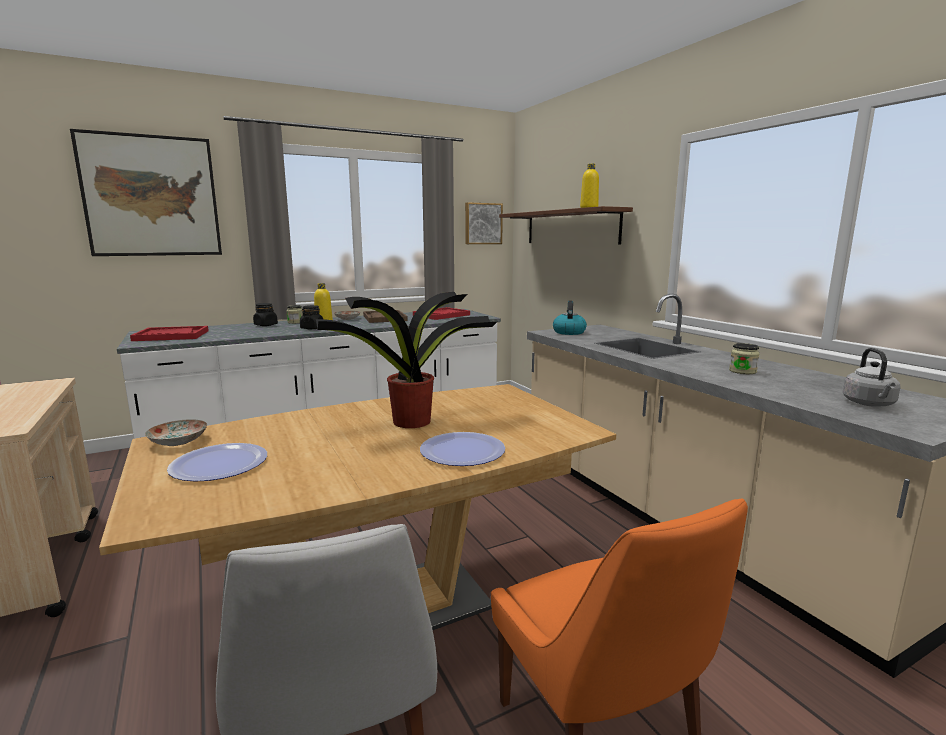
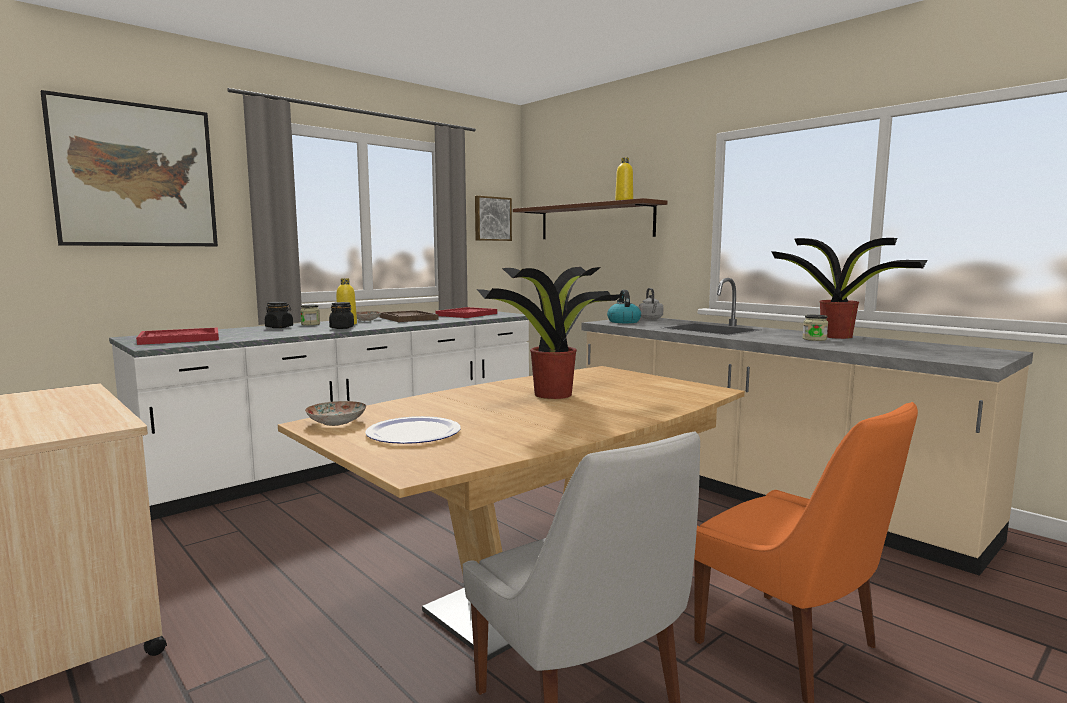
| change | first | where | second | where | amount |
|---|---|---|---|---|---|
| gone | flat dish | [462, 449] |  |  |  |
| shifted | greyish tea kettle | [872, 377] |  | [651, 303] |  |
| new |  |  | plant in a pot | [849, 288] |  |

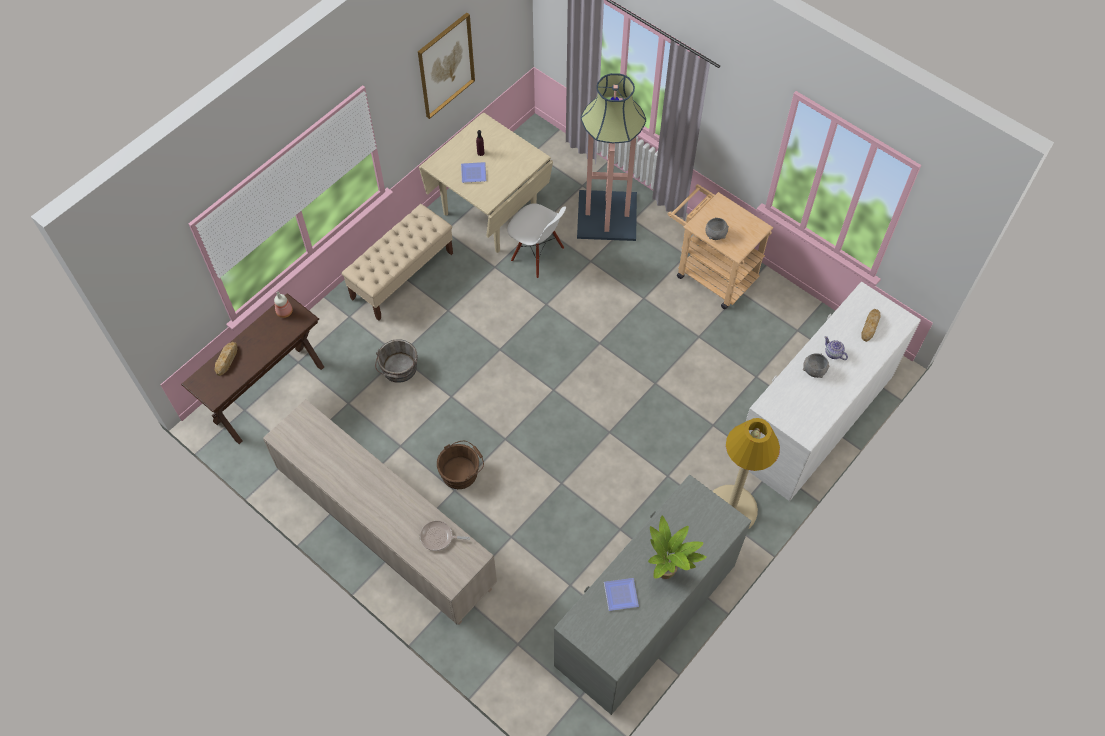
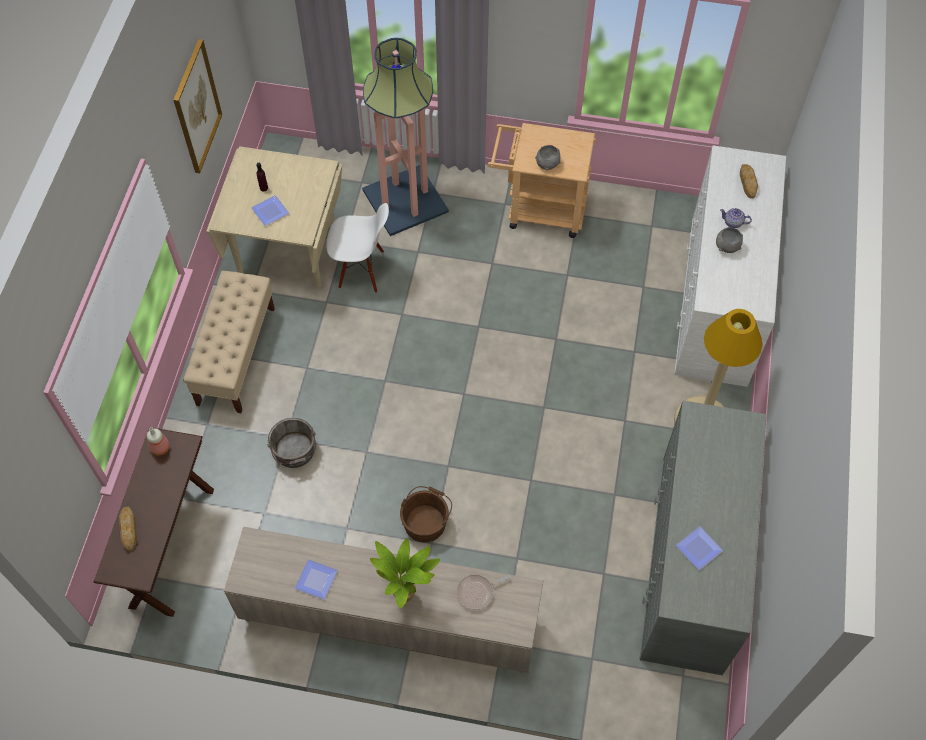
| change | first | where | second | where | amount |
|---|---|---|---|---|---|
| shifted | plant in a pot | [677, 547] |  | [405, 573] |  |
| new |  |  | flat dish | [316, 579] |  |

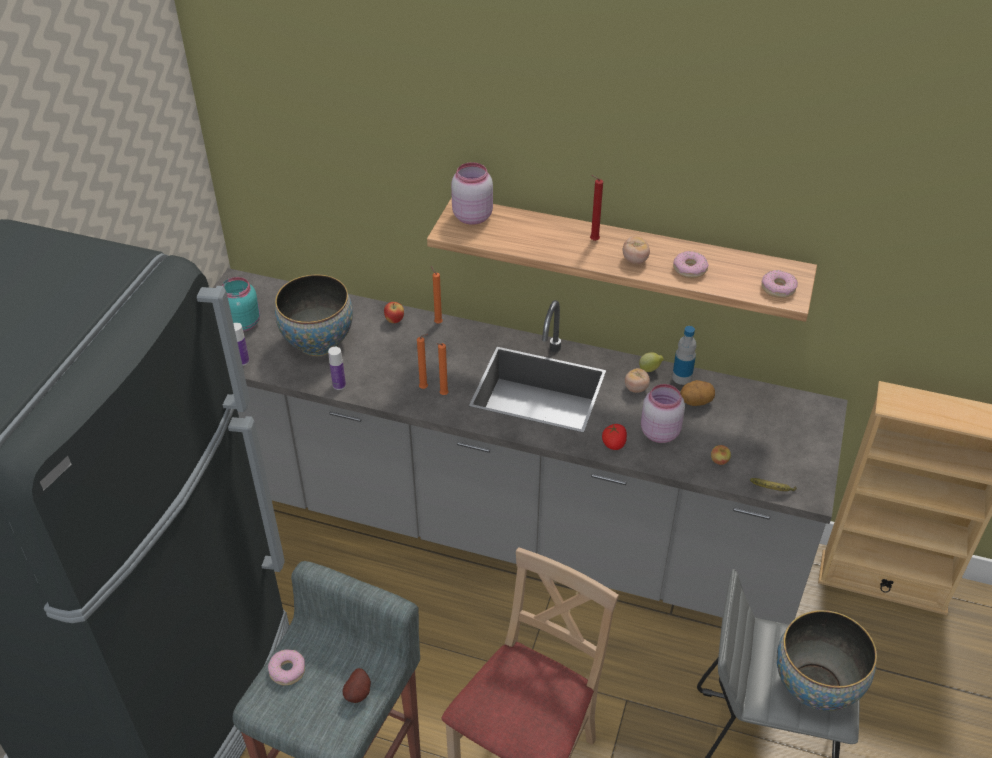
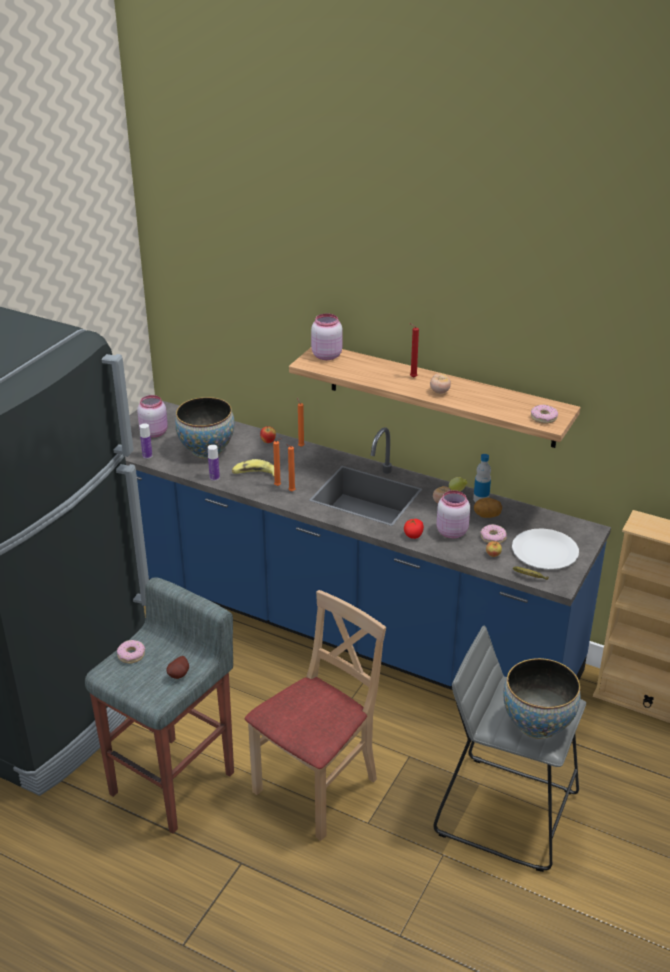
| change | first | where | second | where | amount |
|---|---|---|---|---|---|
| repainted | greyish counter | [530, 446] | blue-coloured counter | [368, 545] |  |
| repainted | blue-green jar | [241, 304] | pink jar | [152, 416] |  |
| shifted | doughnut | [691, 264] |  | [493, 533] |  |
| new |  |  | banana fruit | [253, 468] |  |
| new |  |  | white flat dish | [545, 549] |  |

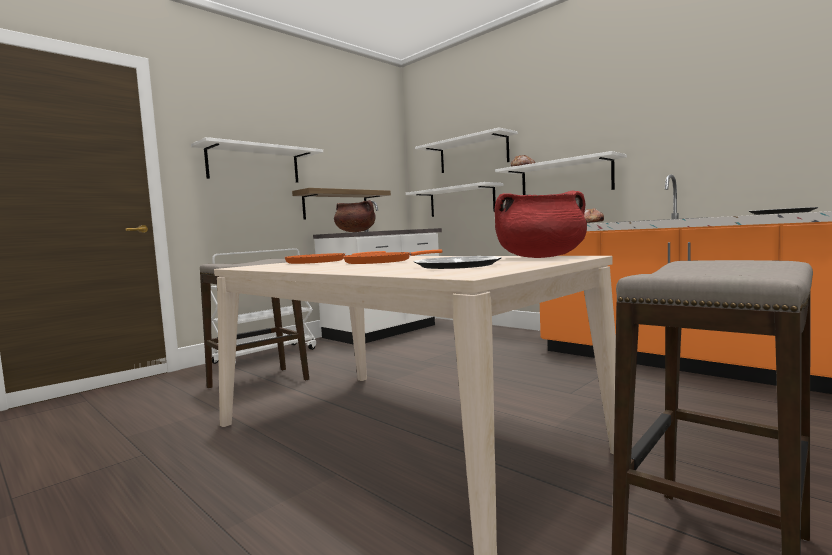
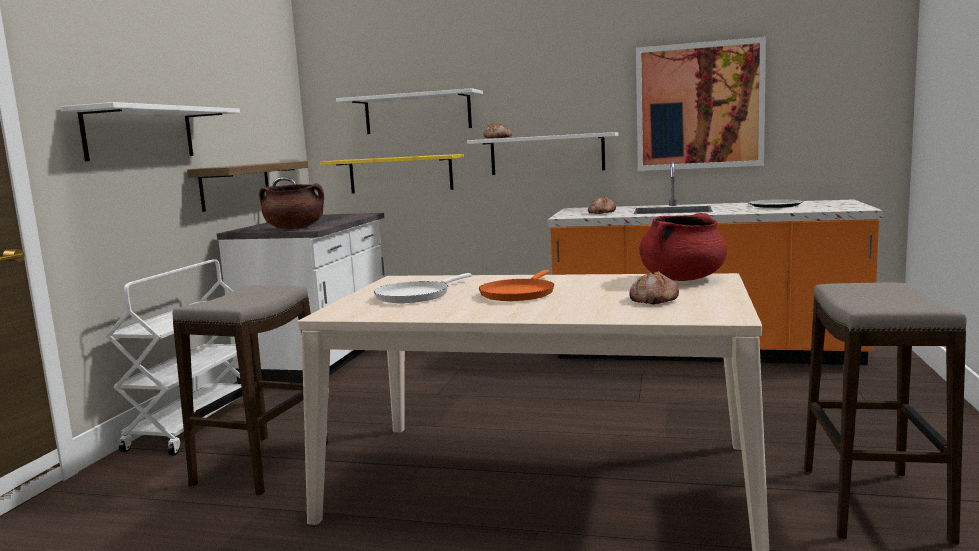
| change | first | where | second | where | amount |
|---|---|---|---|---|---|
| repainted | orange frying pan | [335, 257] | white frying pan | [423, 288] |  |
| repainted | white wall shelf | [454, 199] | yellowish wall shelf | [392, 173] |  |
| swapped | flat dish | [457, 262] | baked bread | [654, 287] |  |
| new |  |  | wall art | [701, 104] |  |

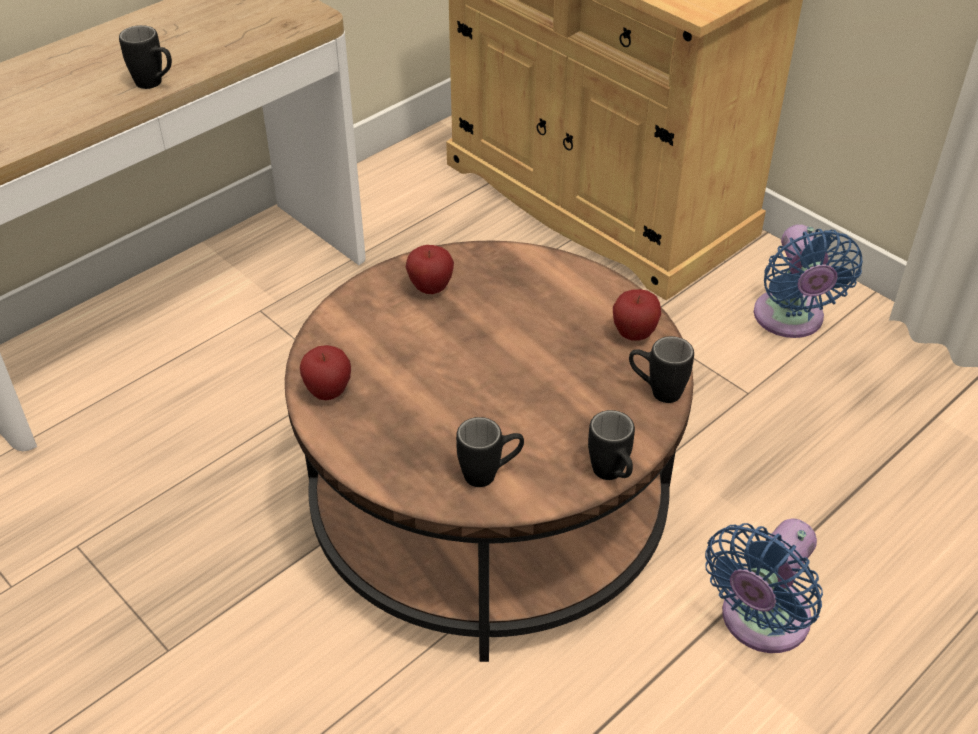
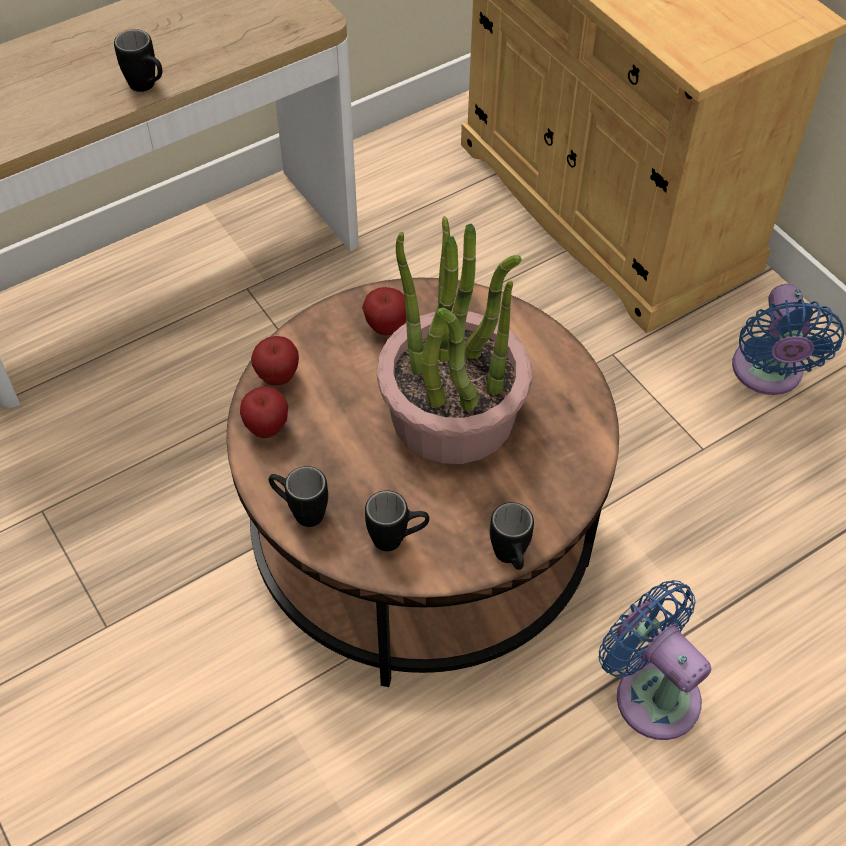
| change | first | where | second | where | amount |
|---|---|---|---|---|---|
| shifted | apple | [637, 315] |  | [275, 361] |  |
| shifted | blackish coffee mug | [661, 369] |  | [298, 496] |  |
| rotated | blue-coloured electric fan | [764, 586] |  | [655, 660] | 90 degrees clockwise |
| new |  |  | plant in a pot | [454, 340] |  |

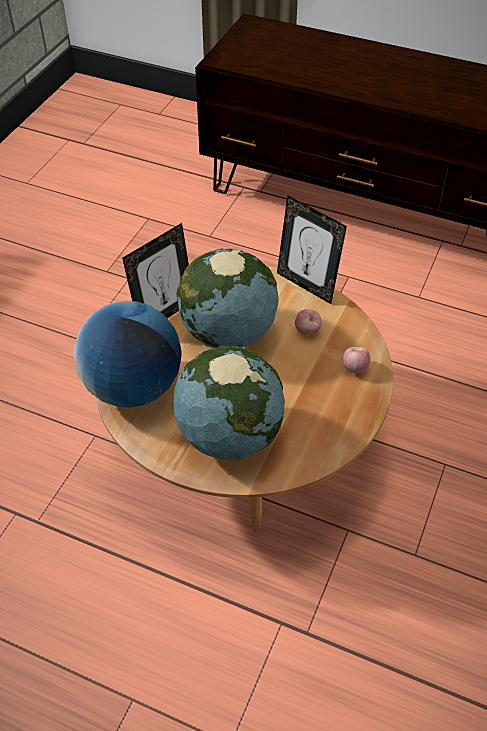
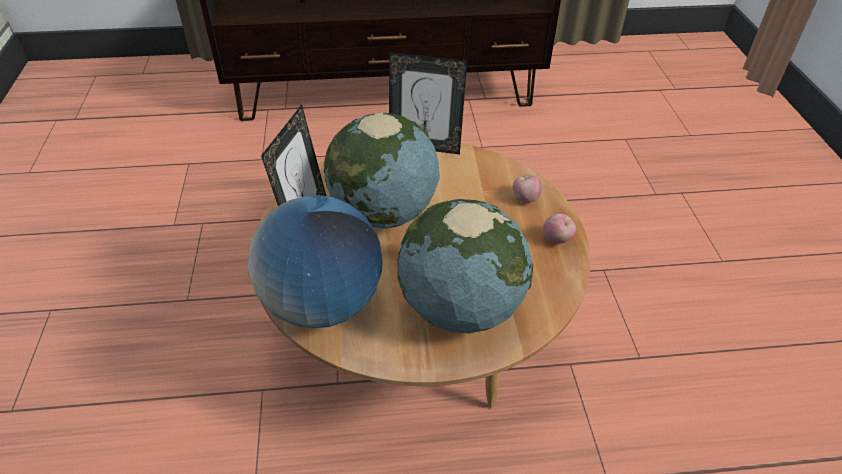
| change | first | where | second | where | amount |
|---|---|---|---|---|---|
| shifted | apple | [308, 322] |  | [559, 229] |  |

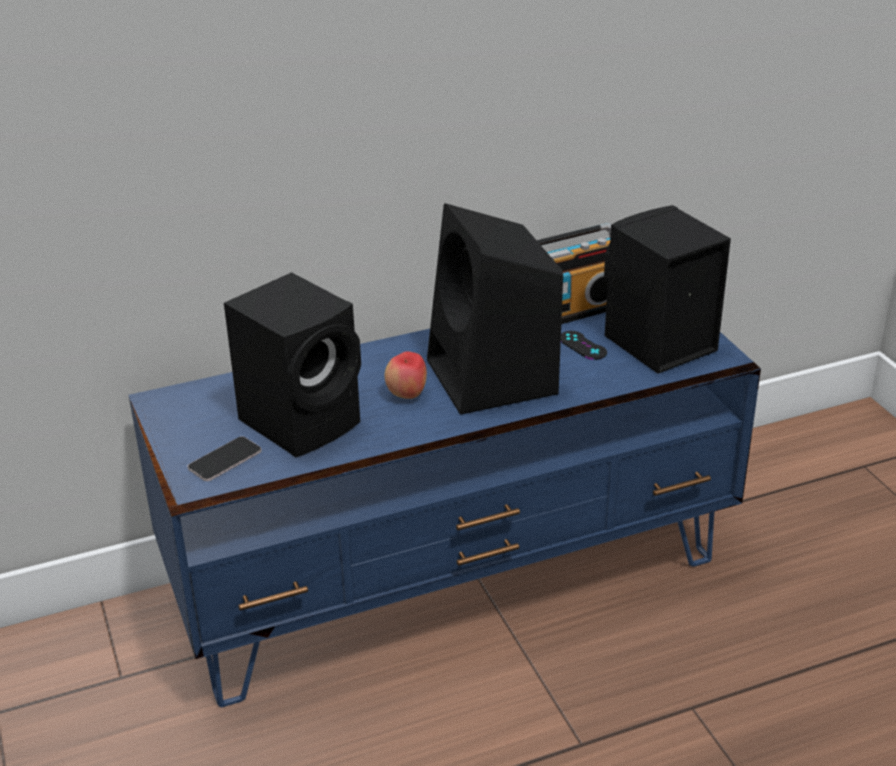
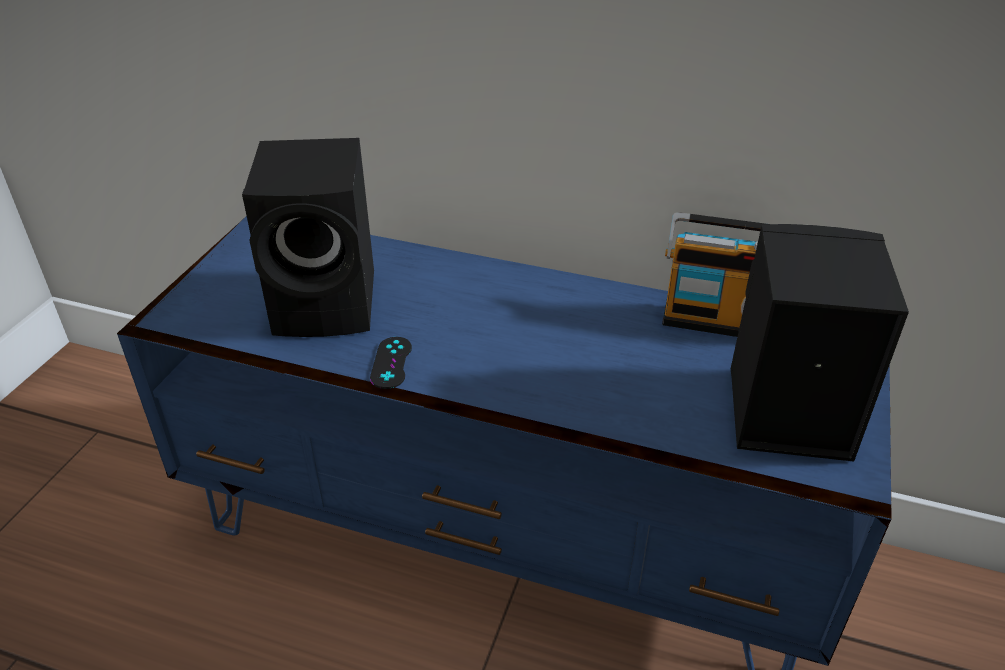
| change | first | where | second | where | amount |
|---|---|---|---|---|---|
| gone | telephone | [224, 458] |  |  |  |
| gone | apple | [405, 375] |  |  |  |
| gone | blackish speaker | [495, 309] |  |  |  |
| shifted | blackish gamepad | [584, 345] |  | [391, 363] |  |

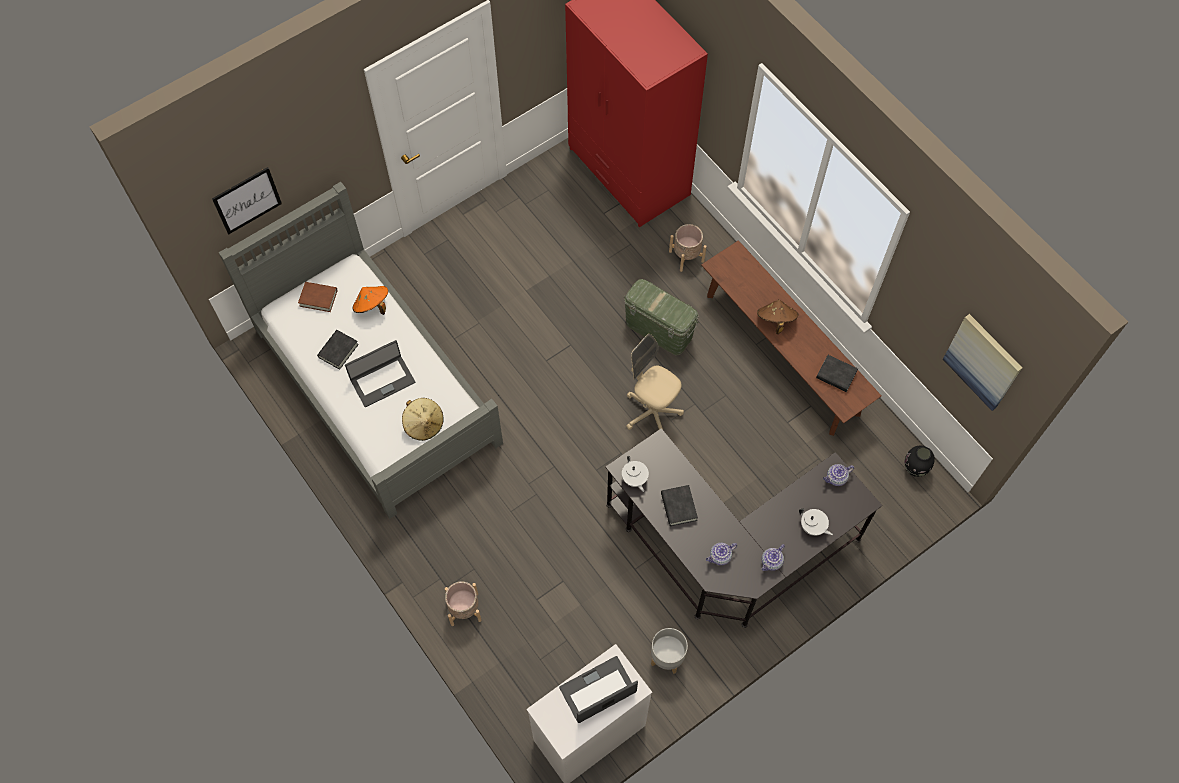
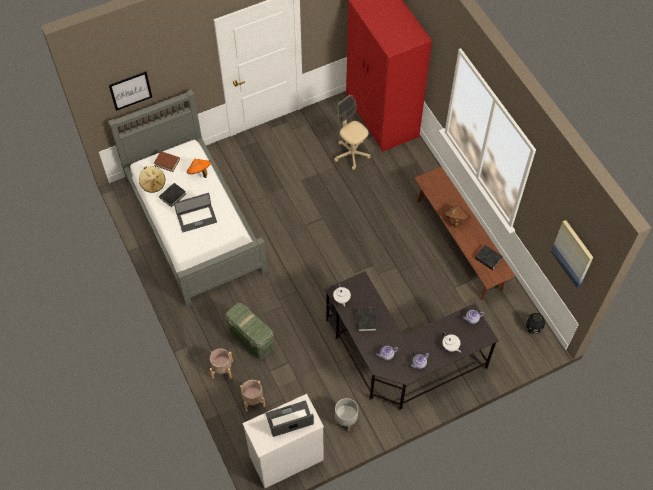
| change | first | where | second | where | amount |
|---|---|---|---|---|---|
| shifted | sand-coloured wearable hat | [422, 419] |  | [152, 179] |  |
| shifted | green-coloured storage bin | [661, 317] |  | [249, 331] |  |
| shifted | sand-coloured desk chair | [655, 382] |  | [352, 132] |  |
| shifted | sand-coloured plant pot | [688, 248] |  | [252, 396] |  |

